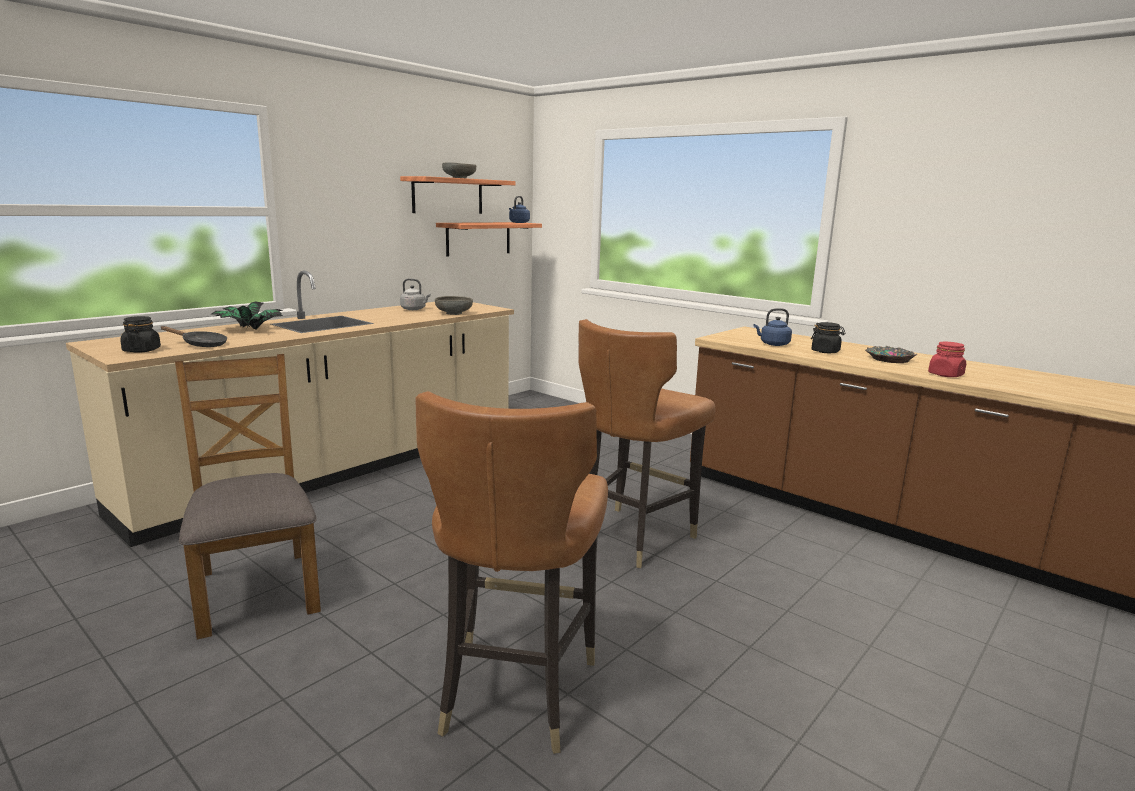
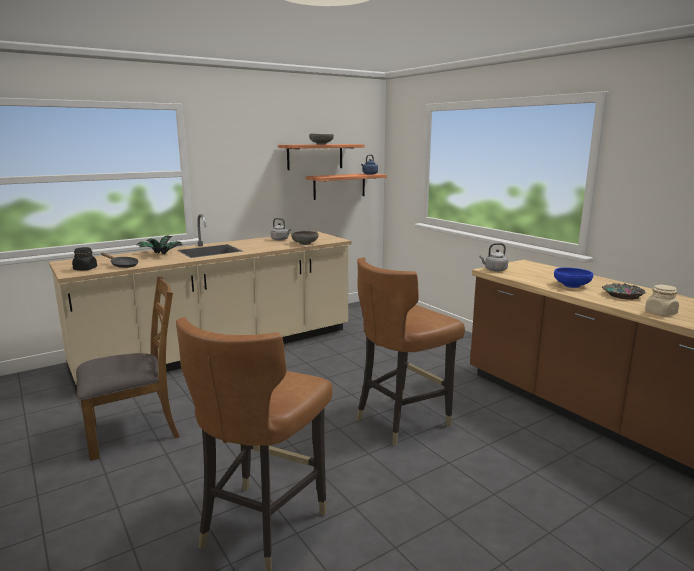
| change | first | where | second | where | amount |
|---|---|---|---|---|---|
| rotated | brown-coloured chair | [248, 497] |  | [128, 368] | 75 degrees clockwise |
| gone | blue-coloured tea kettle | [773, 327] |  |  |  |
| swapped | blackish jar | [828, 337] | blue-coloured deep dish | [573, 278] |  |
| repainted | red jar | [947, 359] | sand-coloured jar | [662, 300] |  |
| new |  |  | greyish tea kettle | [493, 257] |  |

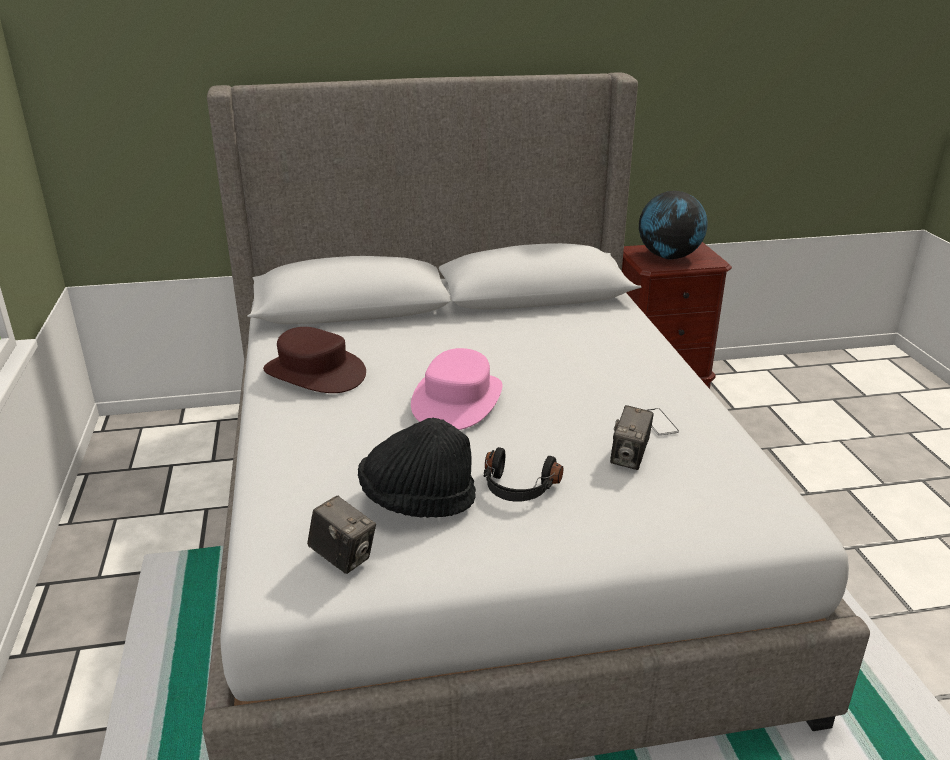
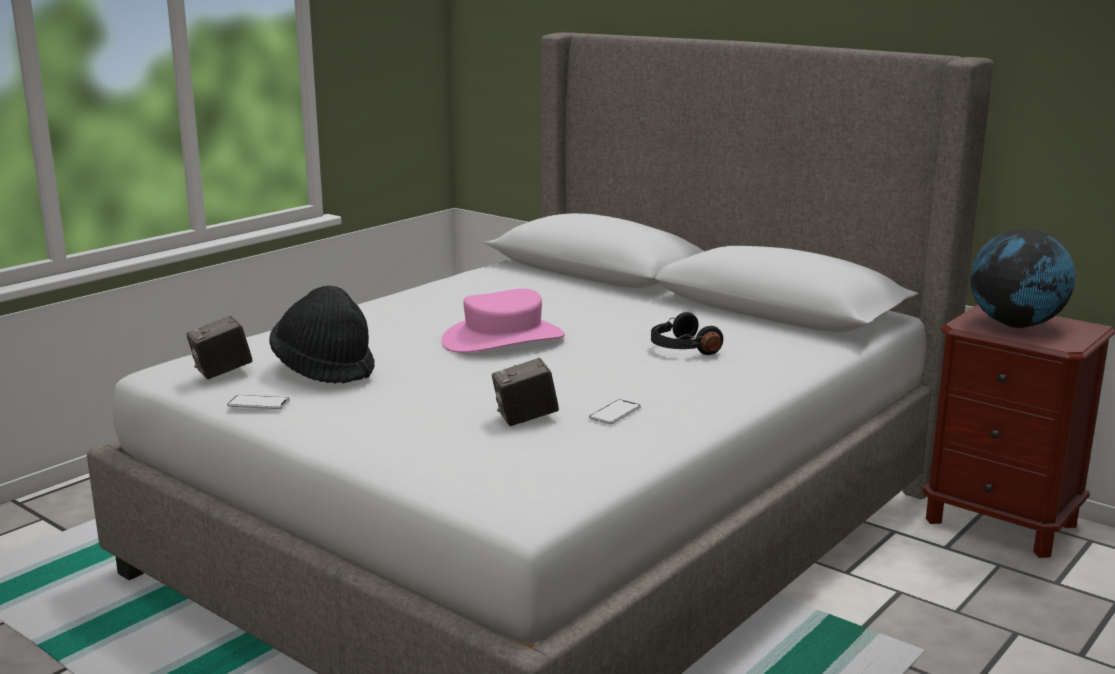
| change | first | where | second | where | amount |
|---|---|---|---|---|---|
| gone | brown-coloured wearable hat | [314, 360] |  |  |  |
| rotated | photo camera | [341, 535] |  | [219, 347] | 60 degrees clockwise |
| shifted | blackish headphones | [523, 474] |  | [687, 333] |  |
| new |  |  | telephone | [258, 402] |  |

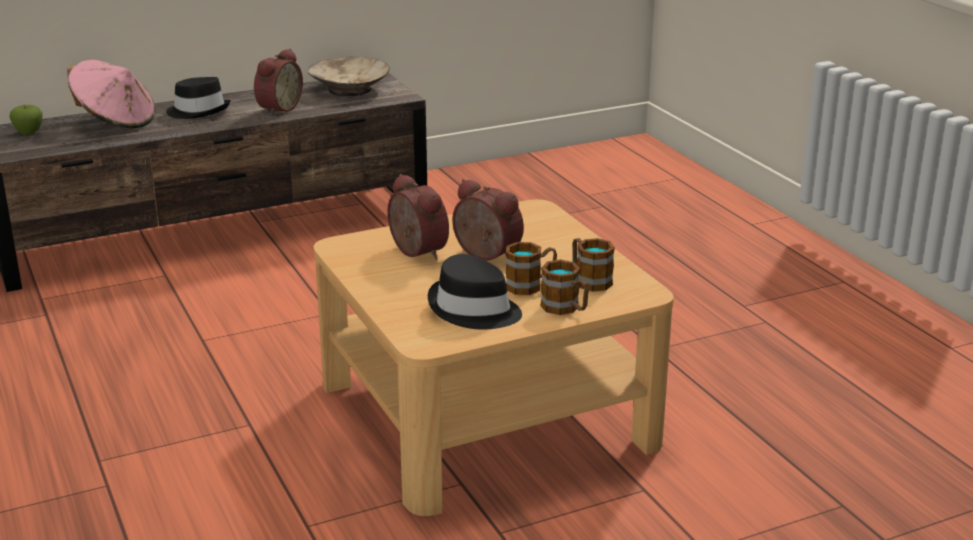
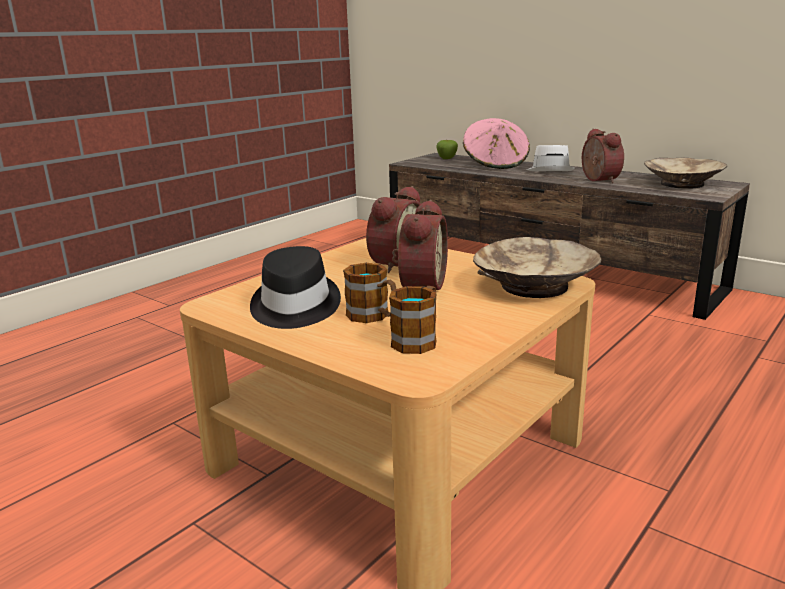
| change | first | where | second | where | amount |
|---|---|---|---|---|---|
| repainted | blackish wearable hat | [198, 98] | white wearable hat | [551, 158] |  |
| rotated | table clock | [278, 82] |  | [603, 155] | 105 degrees counterclockwise |
| gone | coffee mug | [564, 287] |  |  |  |
| new |  |  | sand-coloured deep dish | [537, 267] |  |

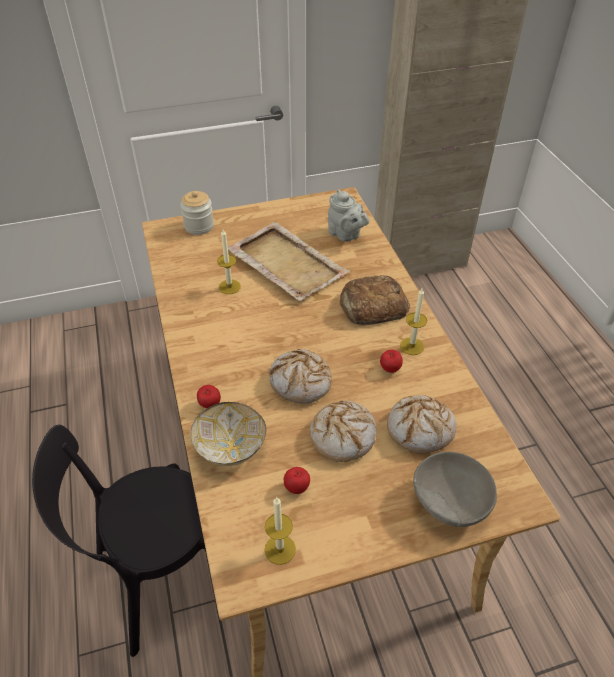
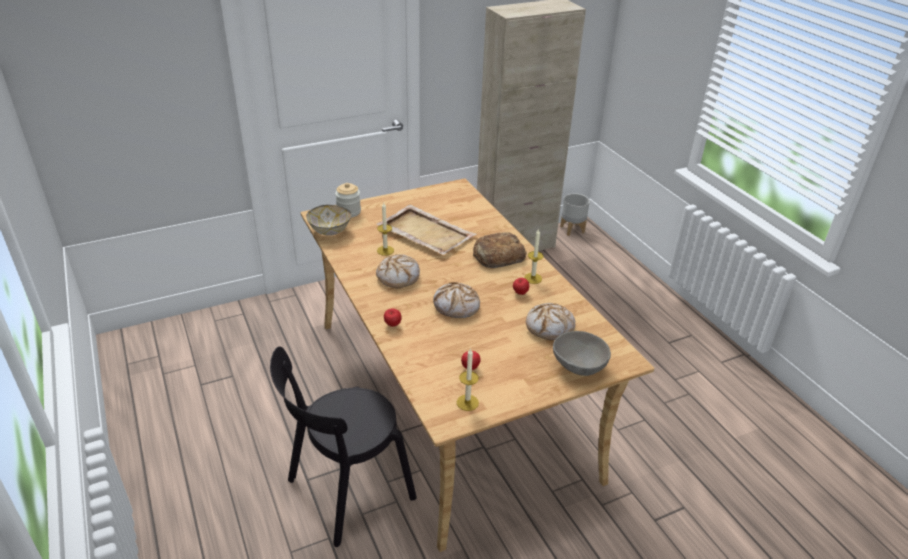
| change | first | where | second | where | amount |
|---|---|---|---|---|---|
| shifted | deep dish | [229, 434] |  | [328, 220] |  |
| shifted | baked bread | [343, 431] |  | [398, 271] |  |
| gone | greyish tea pot | [348, 215] |  |  |  |
| new |  |  | greyish plant pot | [575, 215] |  |

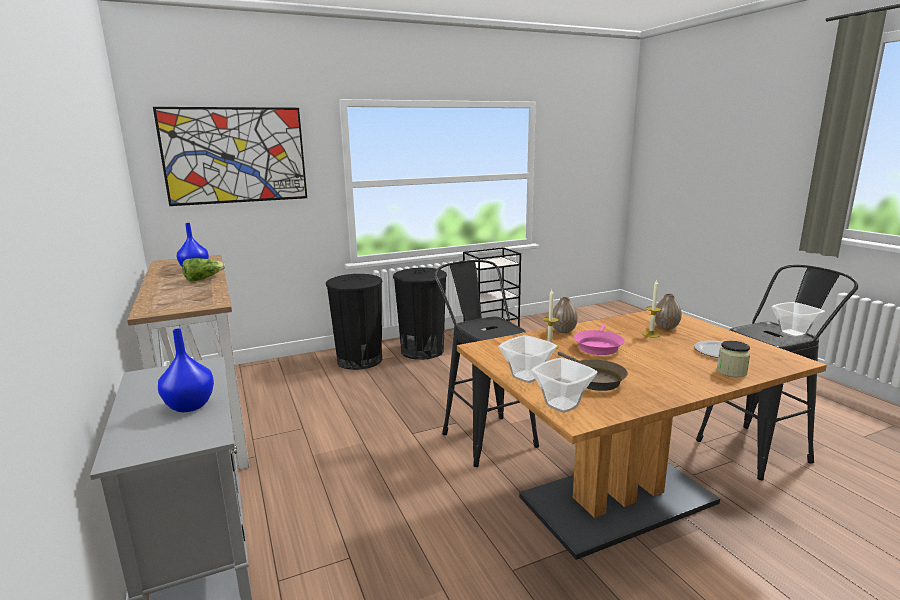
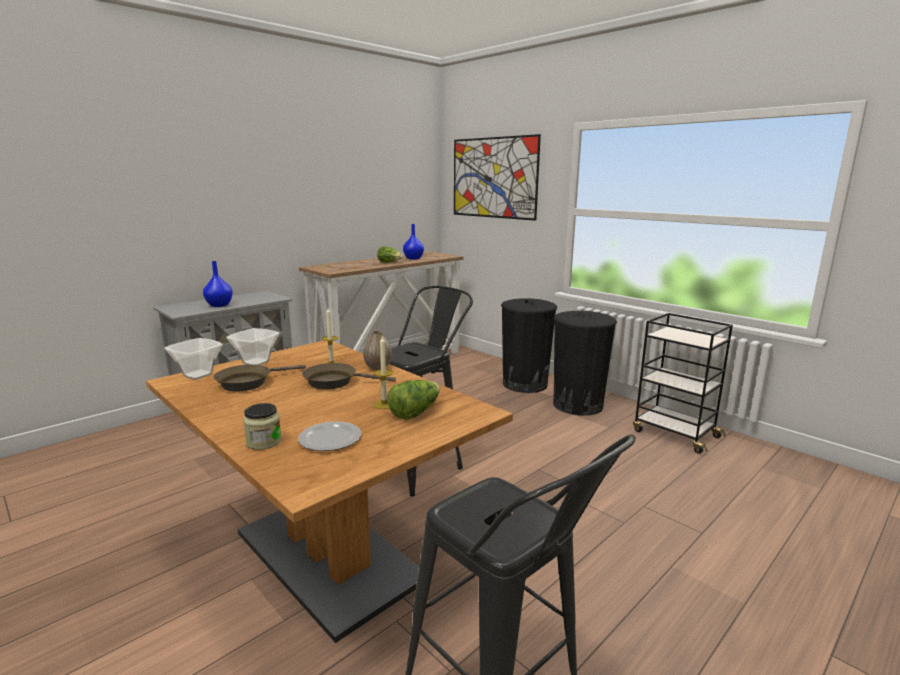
| change | first | where | second | where | amount |
|---|---|---|---|---|---|
| repainted | pink frying pan | [599, 339] | brown-coloured frying pan | [349, 376] |  |
| swapped | vase | [668, 311] | head of lettuce | [413, 400] |  |
| gone | deep dish | [798, 319] |  |  |  |

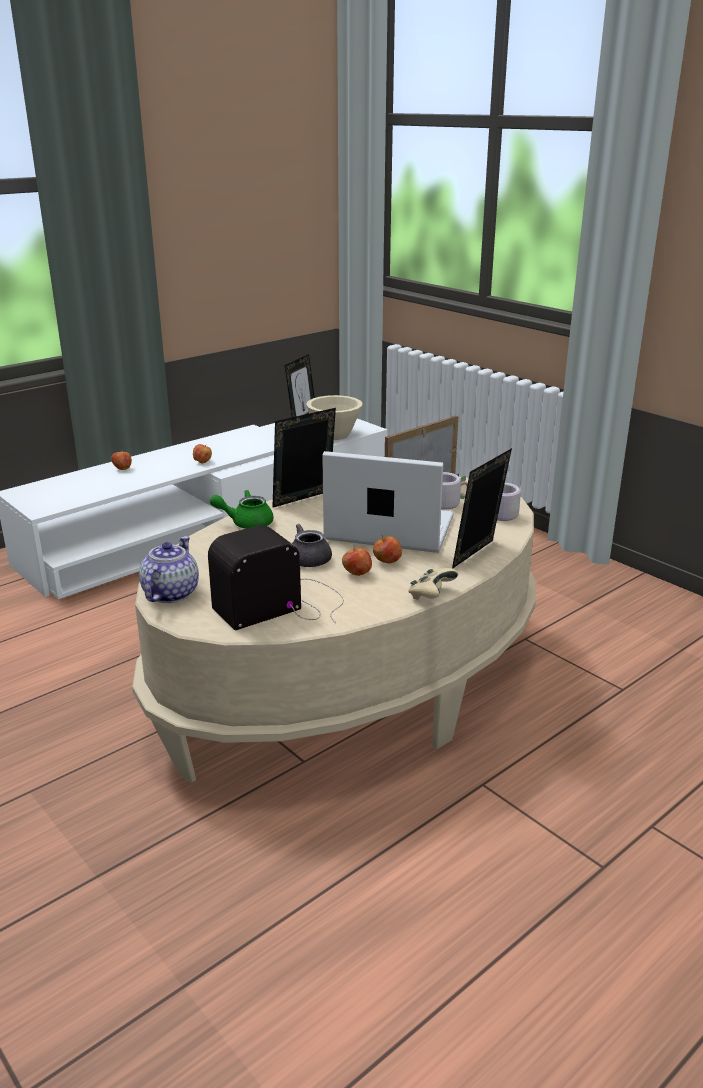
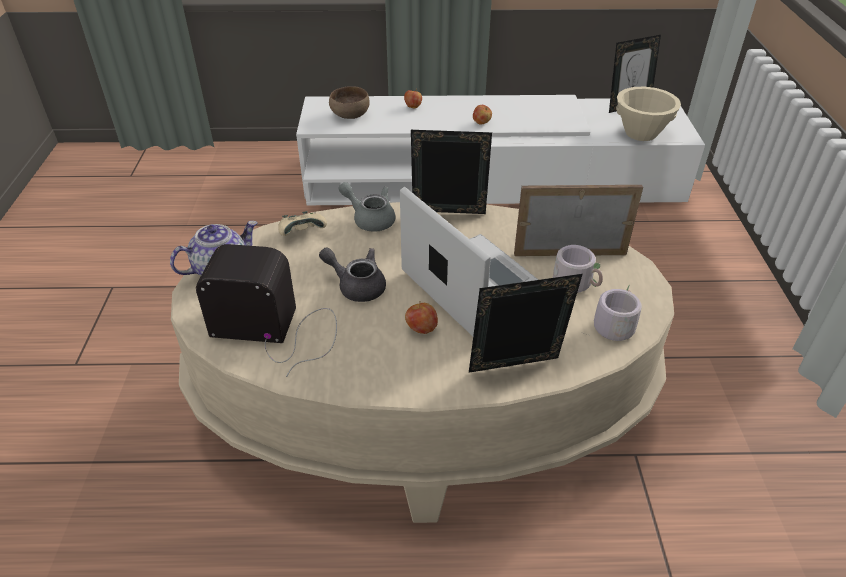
| change | first | where | second | where | amount |
|---|---|---|---|---|---|
| repainted | green-coloured tea pot | [242, 509] | greyish tea pot | [366, 207] |  |
| gone | apple | [357, 561] |  |  |  |
| shifted | sand-coloured gamepad | [433, 584] |  | [302, 223] |  |
| new |  |  | brown-coloured deep dish | [349, 102] |  |

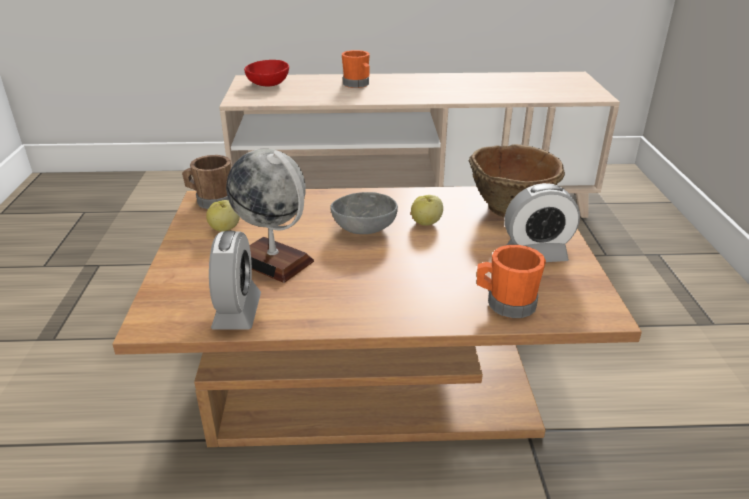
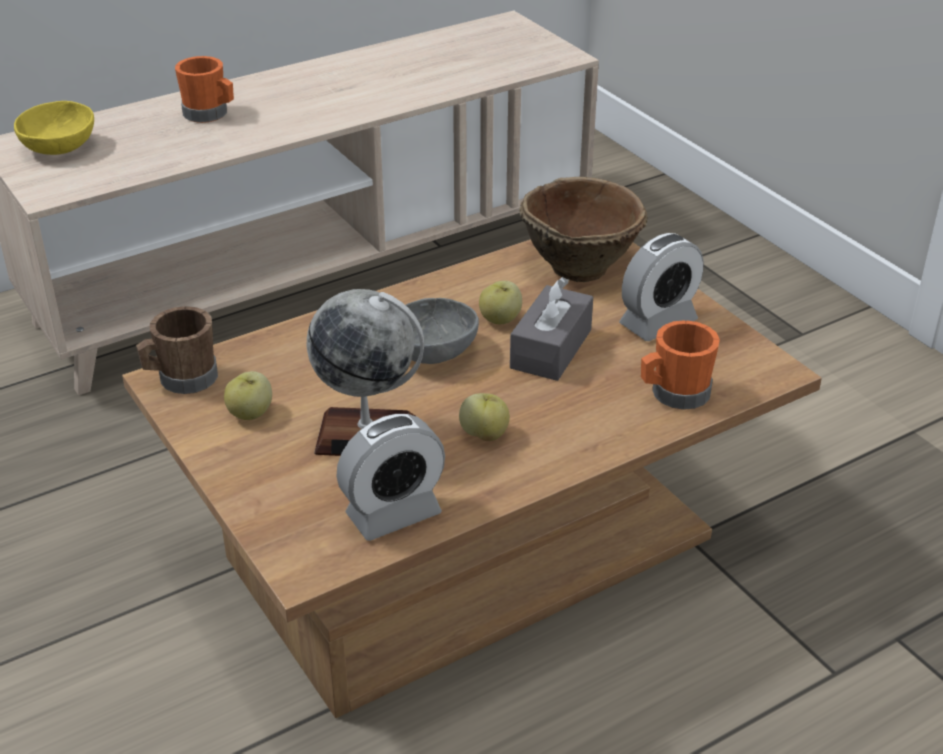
| change | first | where | second | where | amount |
|---|---|---|---|---|---|
| rotated | table clock | [235, 280] |  | [390, 477] | 90 degrees clockwise |
| repainted | red deep dish | [266, 73] | yellowish deep dish | [54, 128] |  |
| new |  |  | apple | [484, 417] |  |
| new |  |  | greyish tissue box | [551, 329] |  |

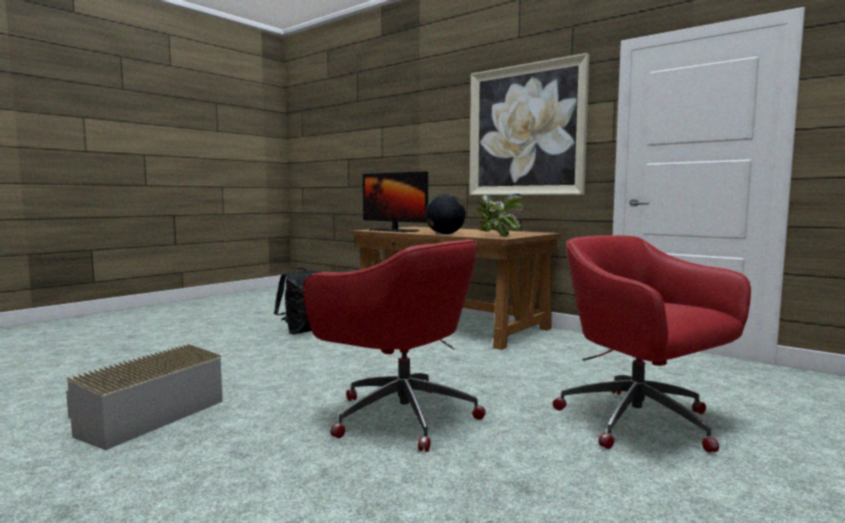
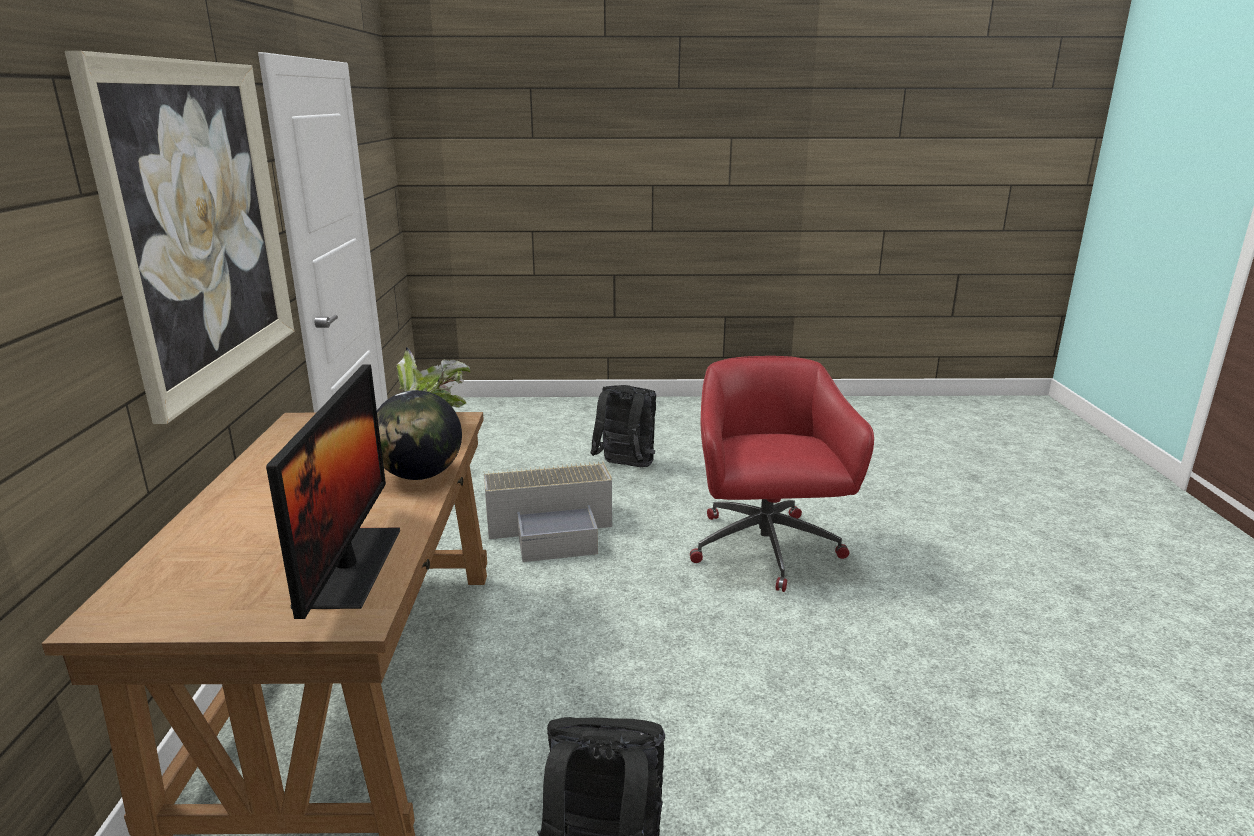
| change | first | where | second | where | amount |
|---|---|---|---|---|---|
| shifted | greyish storage bin | [144, 397] |  | [548, 511] |  |
| swapped | red desk chair | [652, 343] | blackish rucksack | [623, 426] |  |

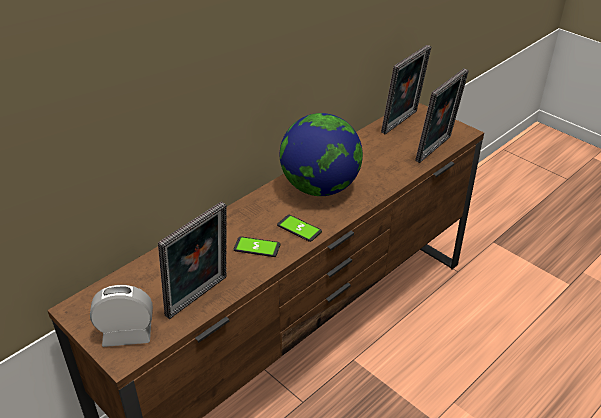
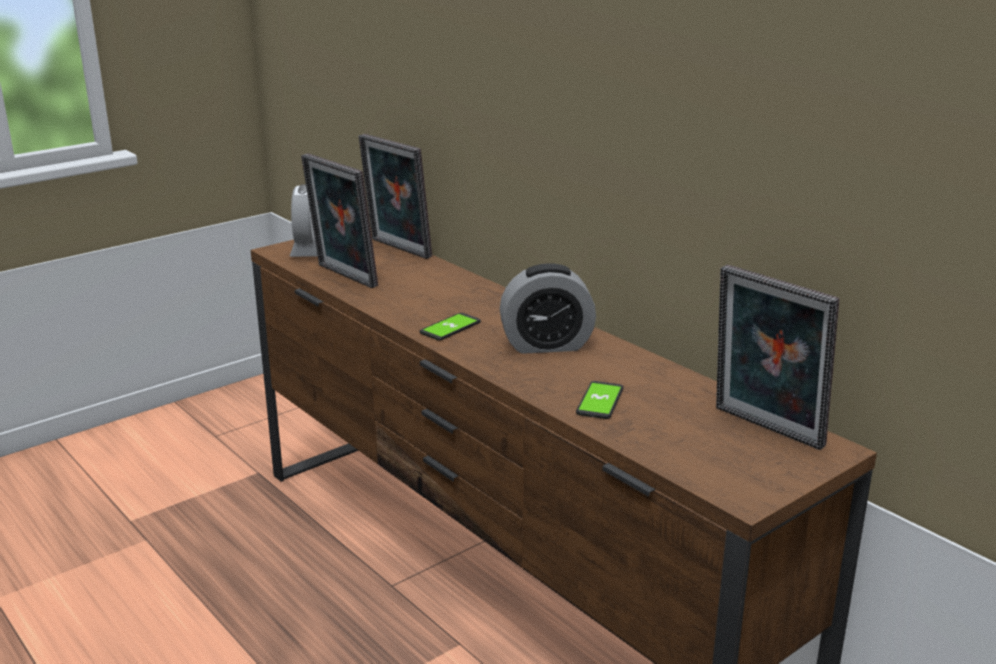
| change | first | where | second | where | amount |
|---|---|---|---|---|---|
| shifted | telephone | [257, 246] |  | [599, 400] |  |
| swapped | globe | [321, 154] | table clock | [548, 308] |  |
| shifted | photo frame | [442, 115] |  | [395, 196] |  |

